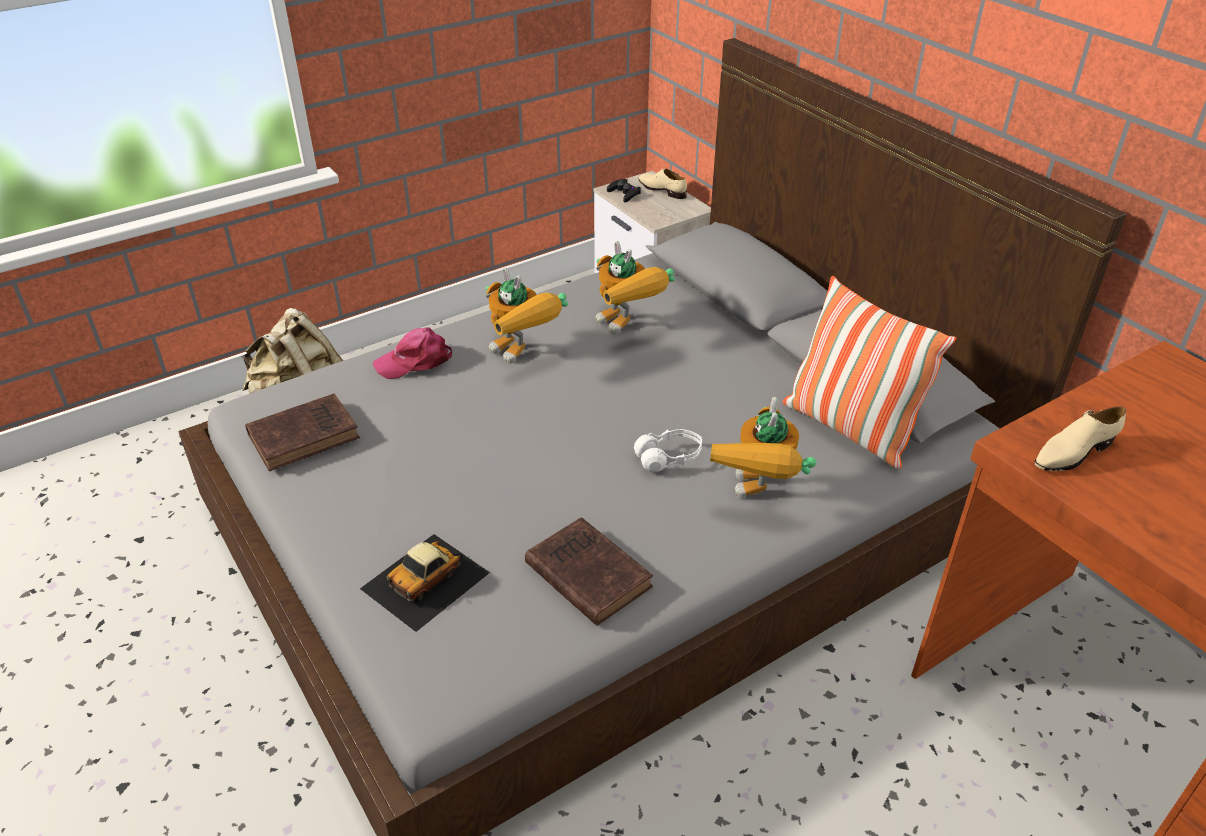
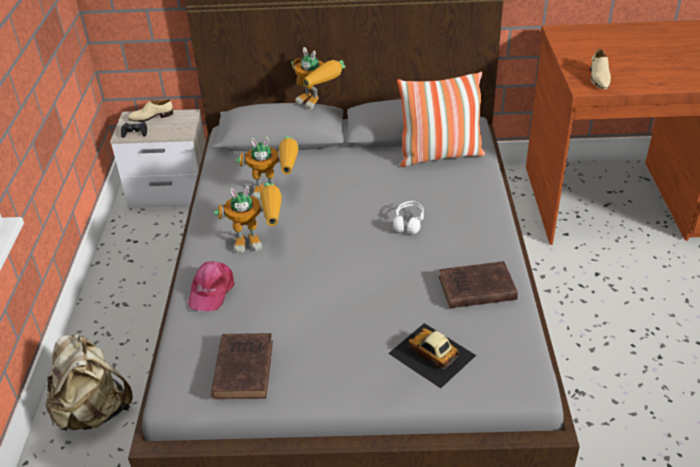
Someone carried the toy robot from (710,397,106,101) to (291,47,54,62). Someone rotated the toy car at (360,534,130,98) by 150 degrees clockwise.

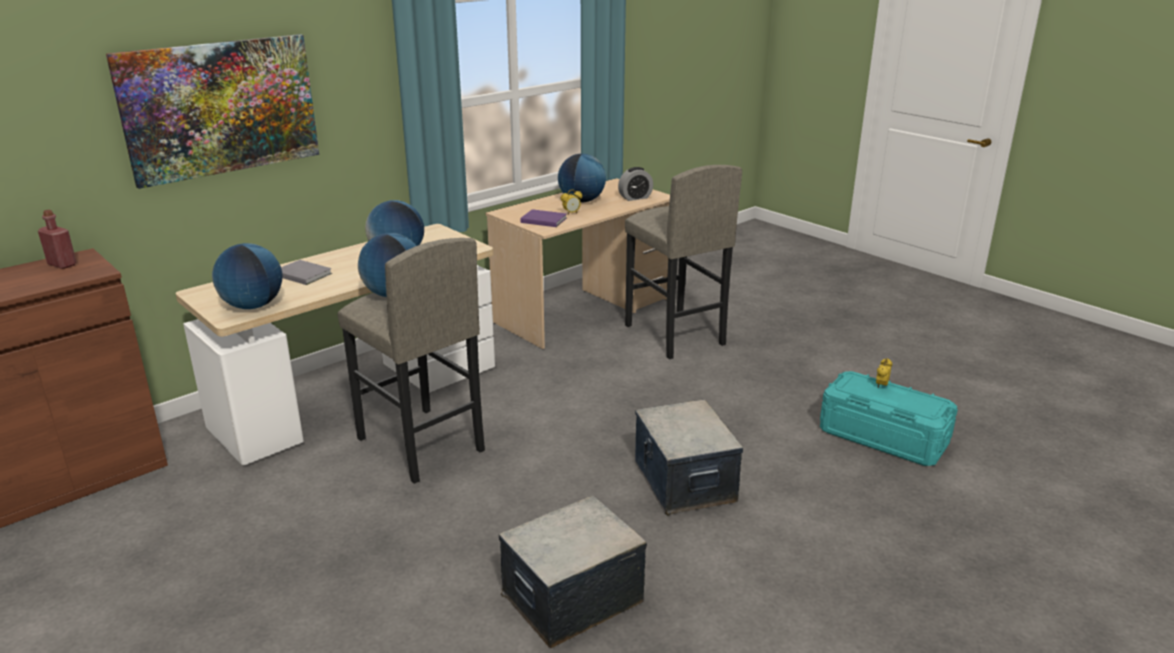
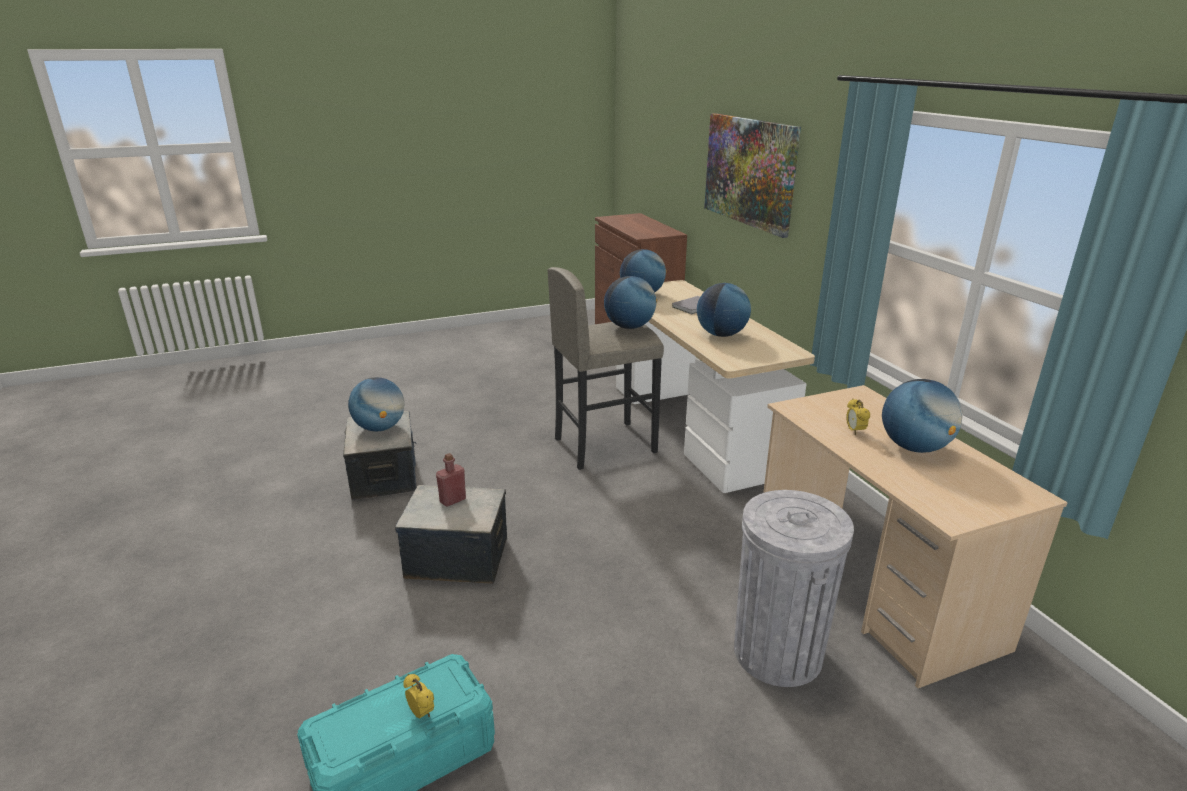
Someone swapped the grey stool at (625,165,117,194) for the grey trash can at (734,490,120,197). Someone took away the alarm clock at (618,167,35,34). Someone took away the purple book at (520,209,47,18). Someone carried the red bottle from (38,210,39,59) to (436,453,30,54). Someone put down the globe at (348,377,57,54).

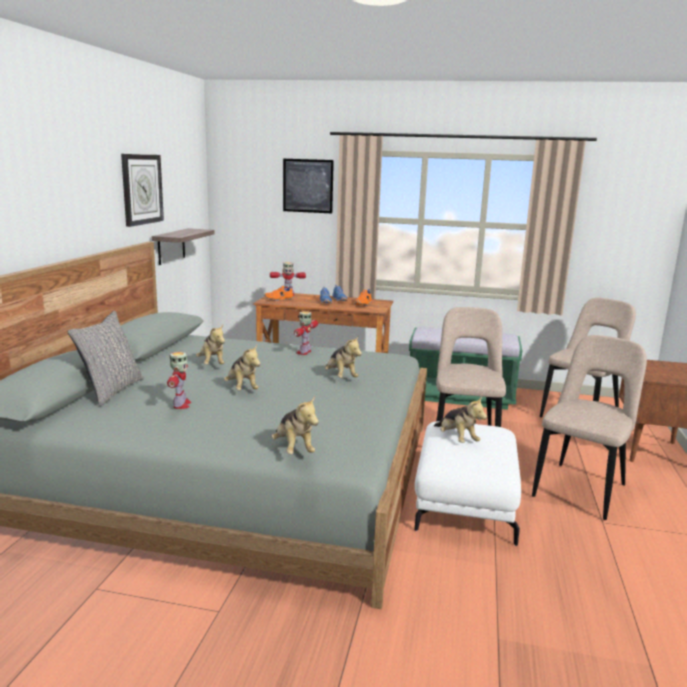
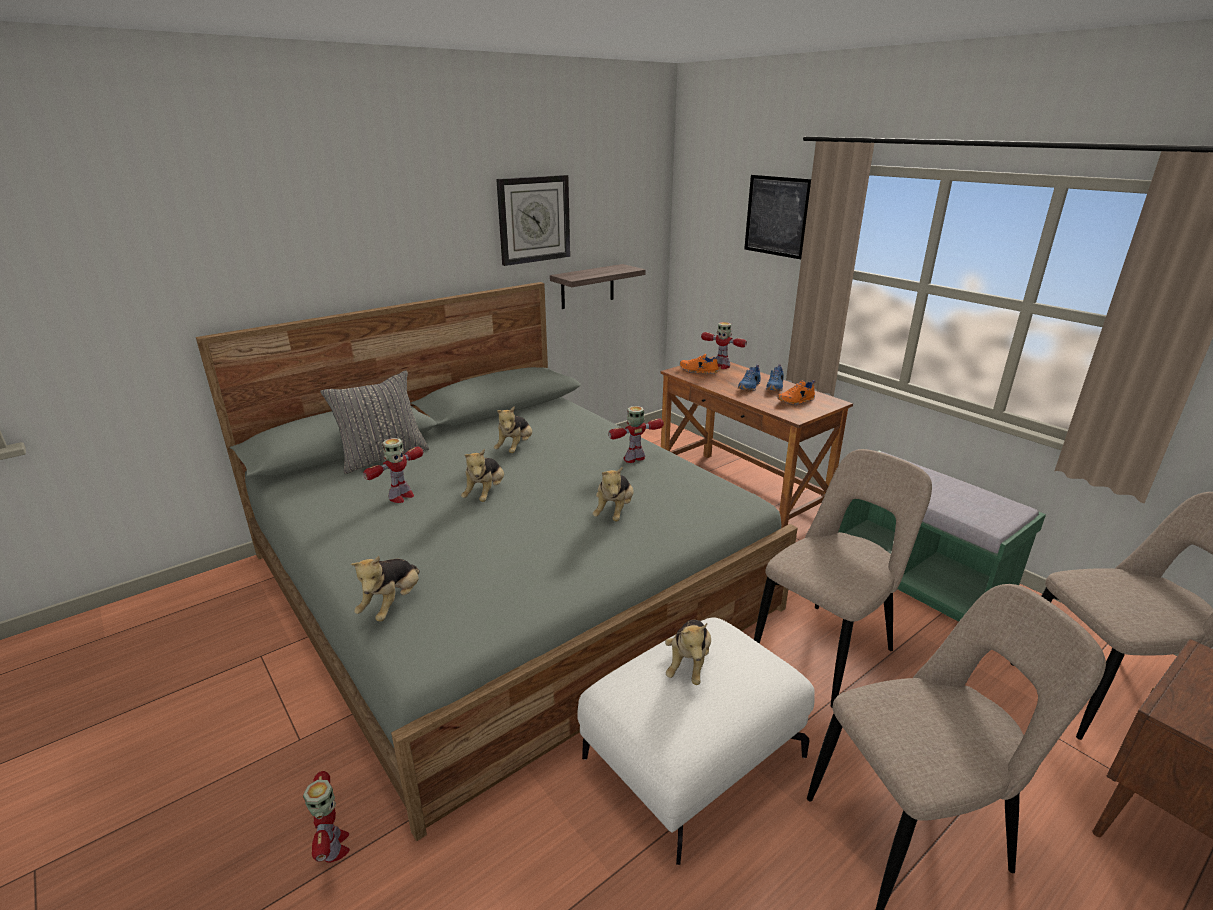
Someone put down the toy robot at (303,771,47,92).

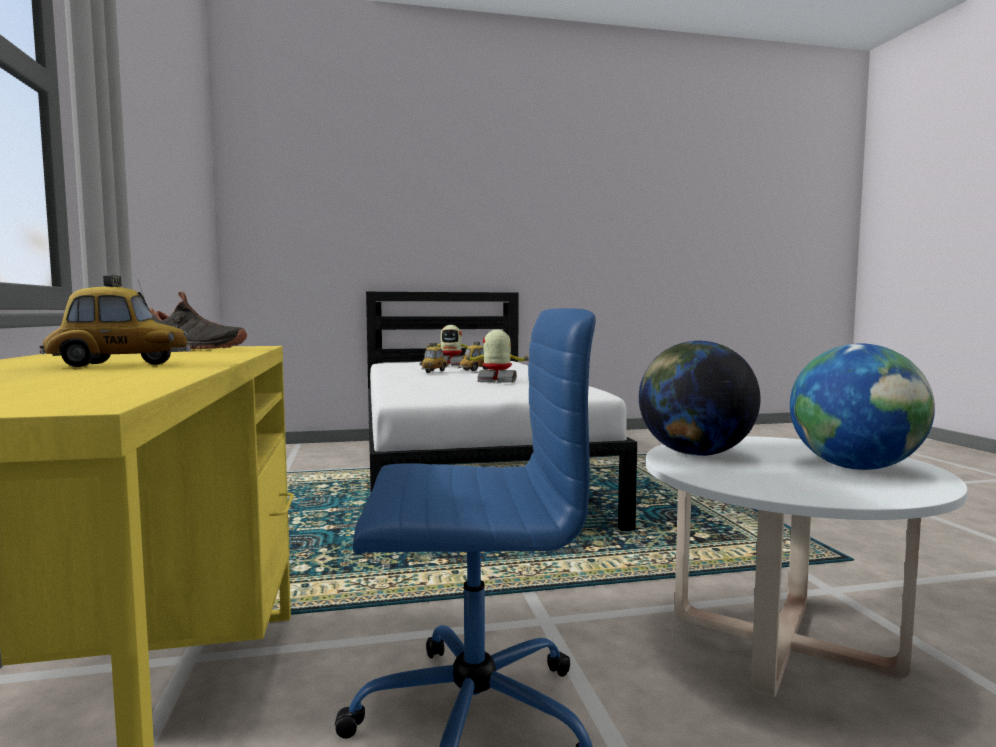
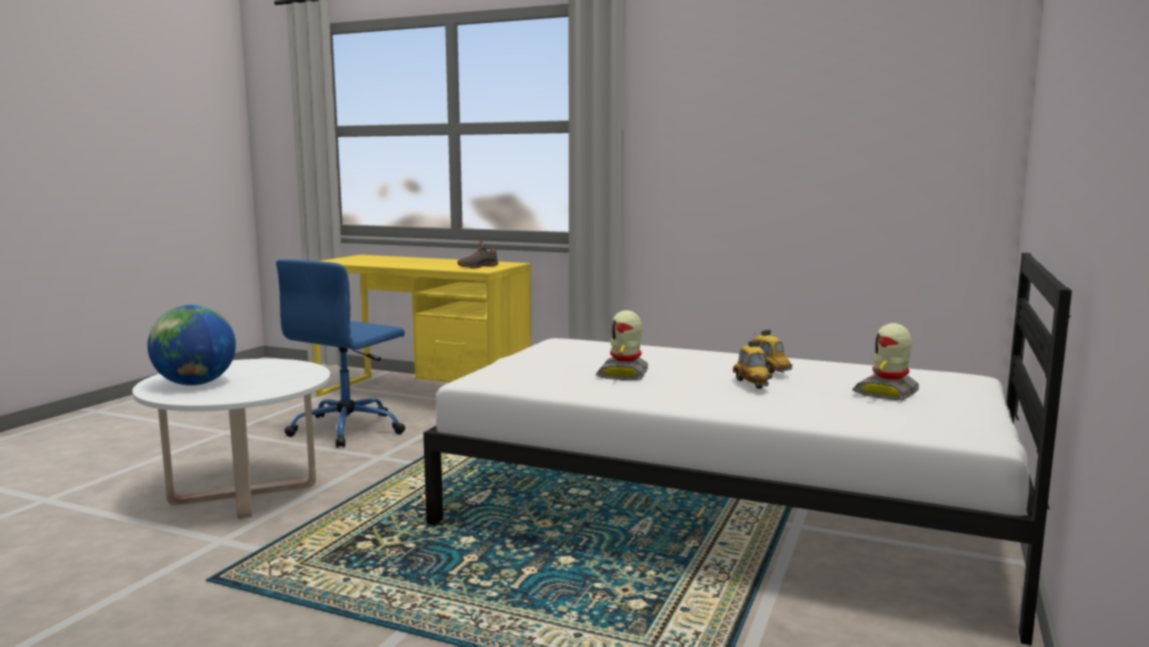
Someone took away the toy car at (39,275,152,92). Someone rotated the toy robot at (463,330,66,53) by 150 degrees clockwise. Someone took away the globe at (639,341,121,115).

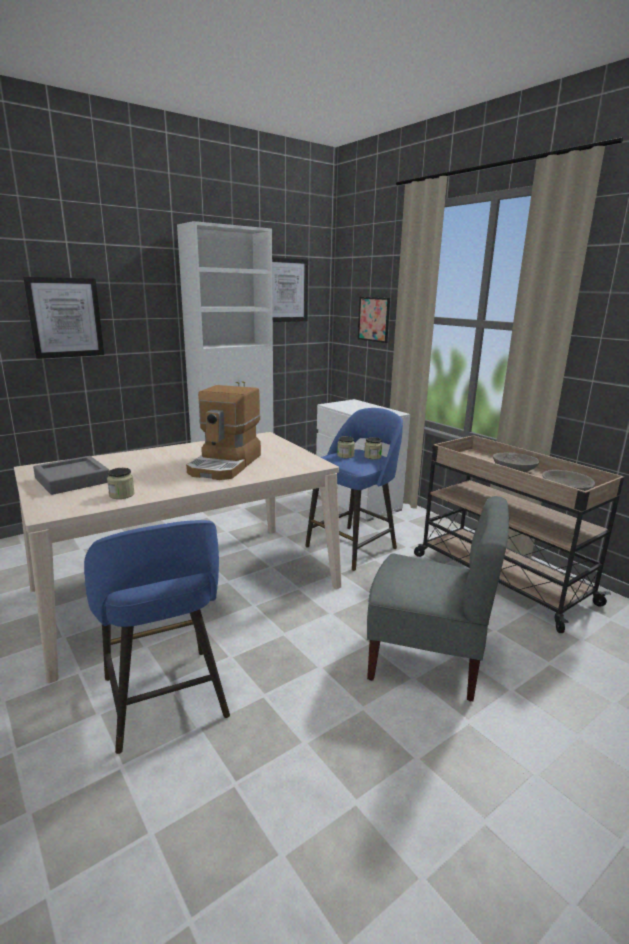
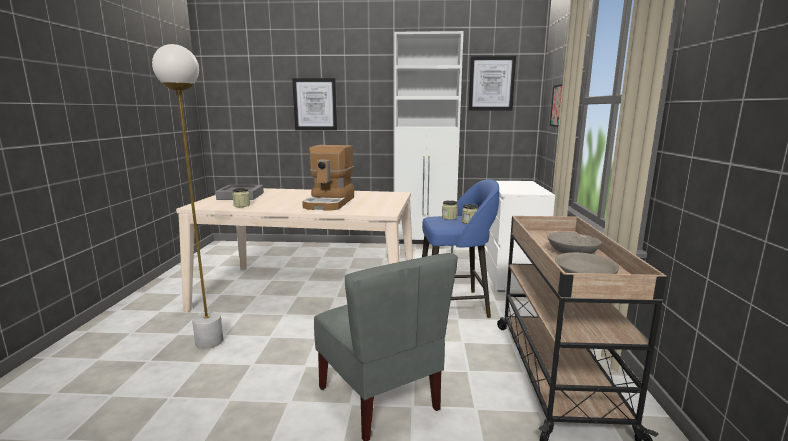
Someone rotated the coffee machine at (186,385,75,95) by 45 degrees counterclockwise. Someone swapped the blue stool at (84,520,146,234) for the white floor lamp at (152,44,71,305).

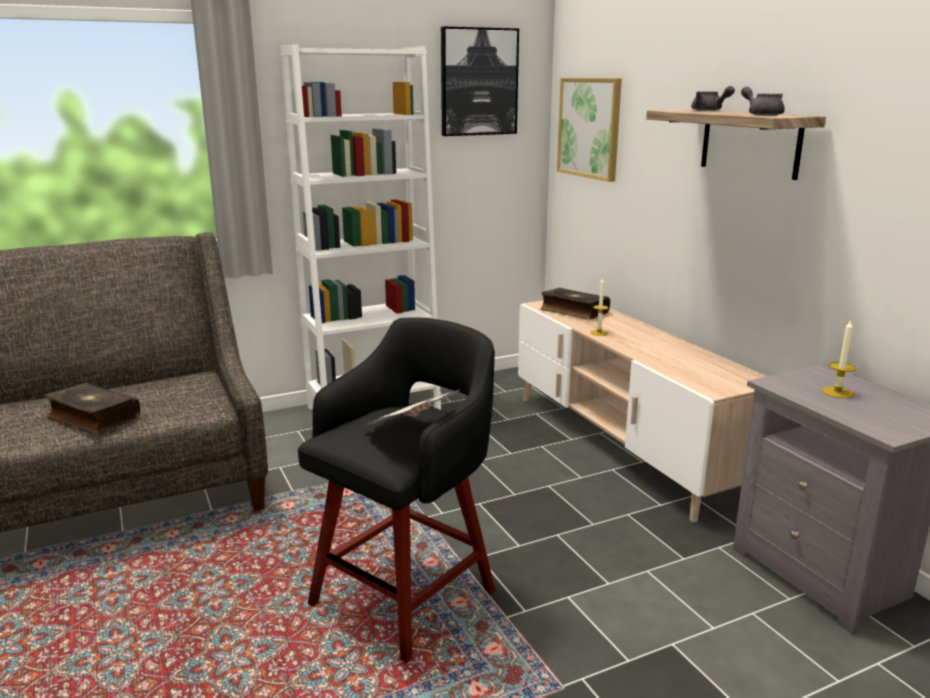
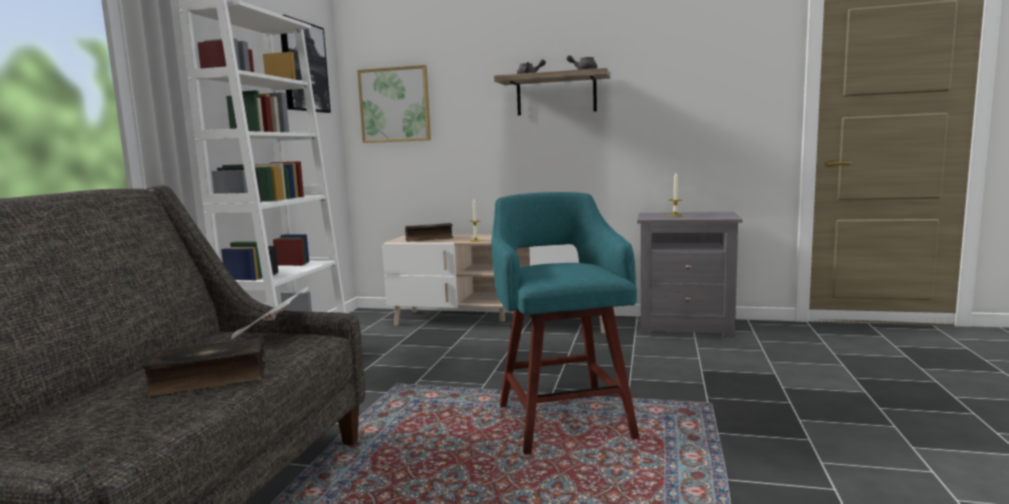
Someone repainted the black stool at (298,317,197,346), which became the turquoise stool at (491,192,149,263). Someone carried the newspaper from (365,390,95,36) to (229,286,80,55).

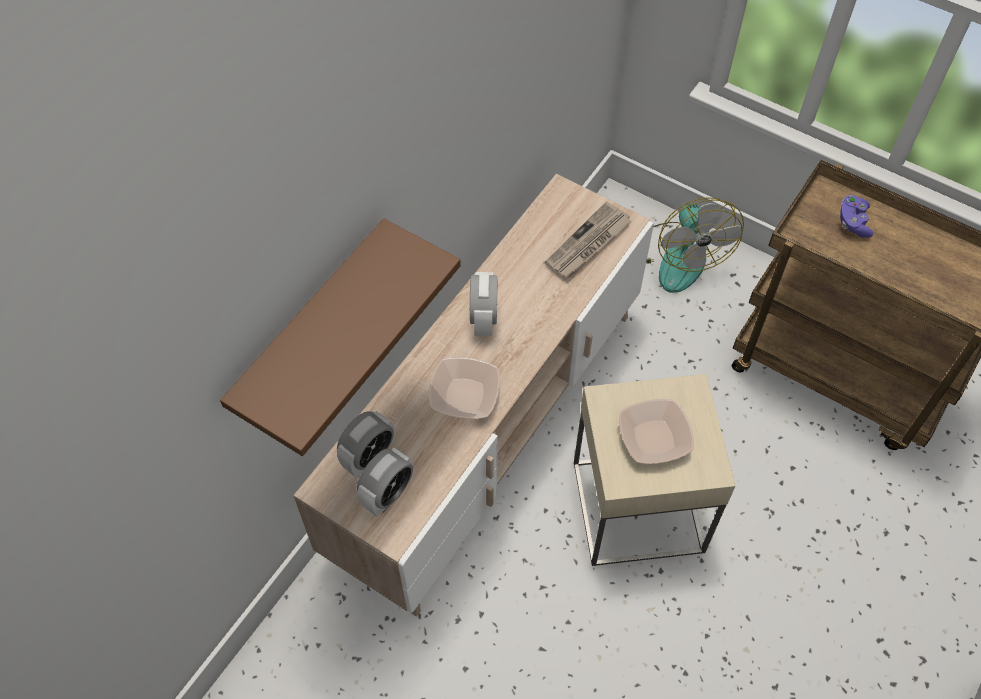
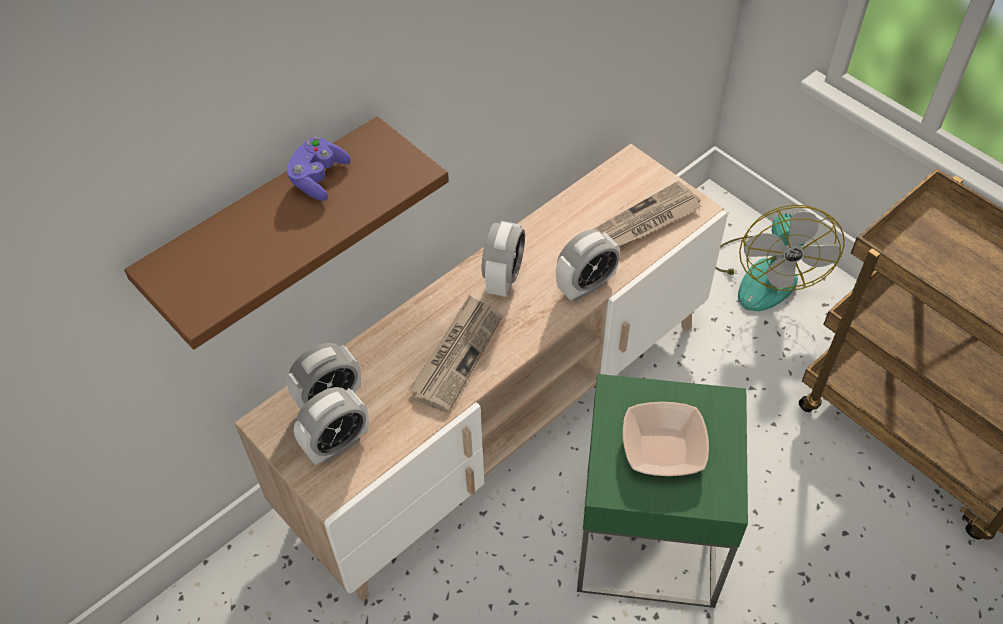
Someone carried the purple game controller from (840,195,33,43) to (287,137,64,64). Someone swapped the bowl at (429,357,71,62) for the newspaper at (409,295,94,118). Someone repainted the beige side table at (574,374,161,192), which became the green side table at (577,374,171,234). Someone put down the alarm clock at (556,229,64,71).

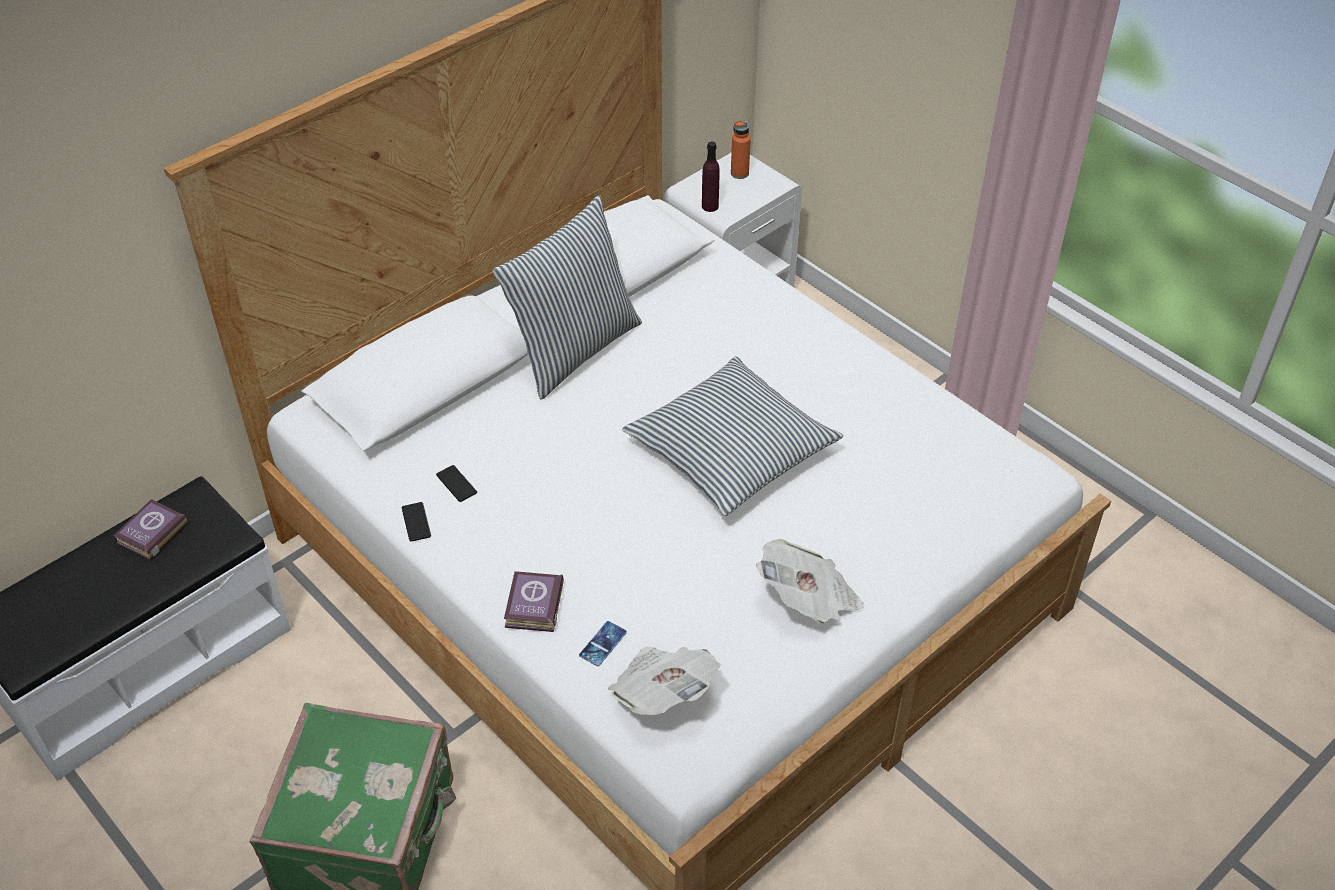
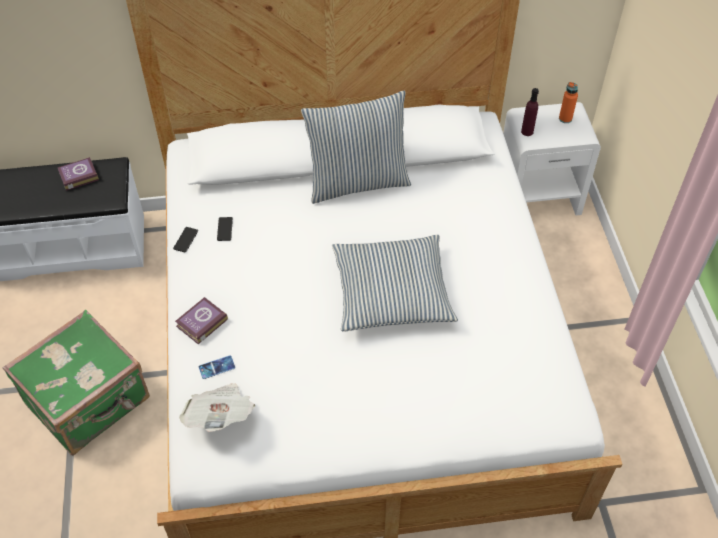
Someone took away the newspaper at (756,539,108,84).

